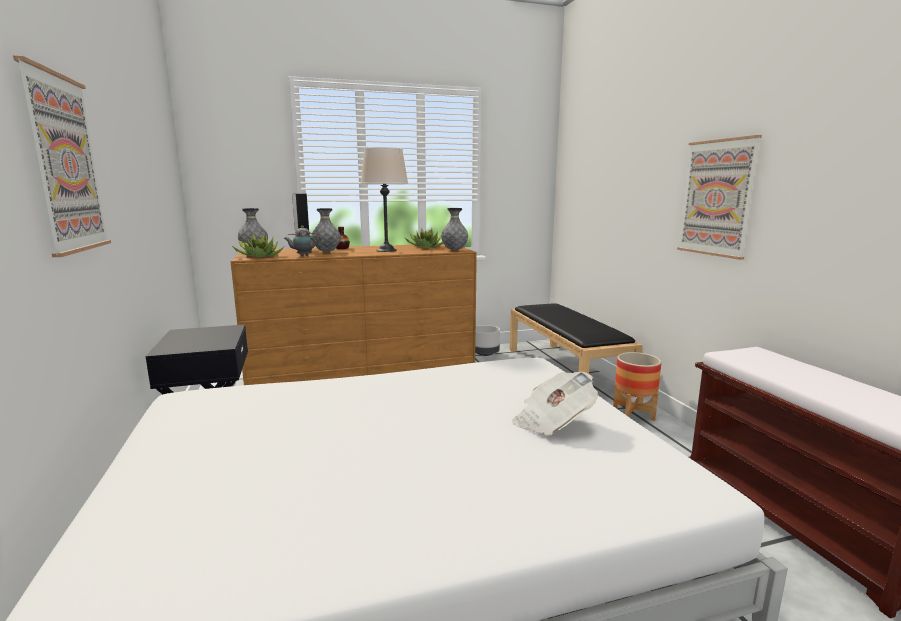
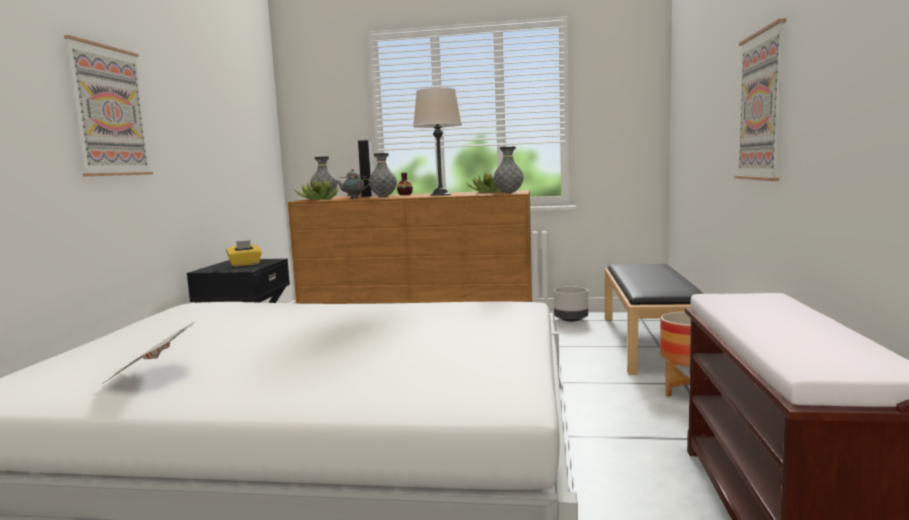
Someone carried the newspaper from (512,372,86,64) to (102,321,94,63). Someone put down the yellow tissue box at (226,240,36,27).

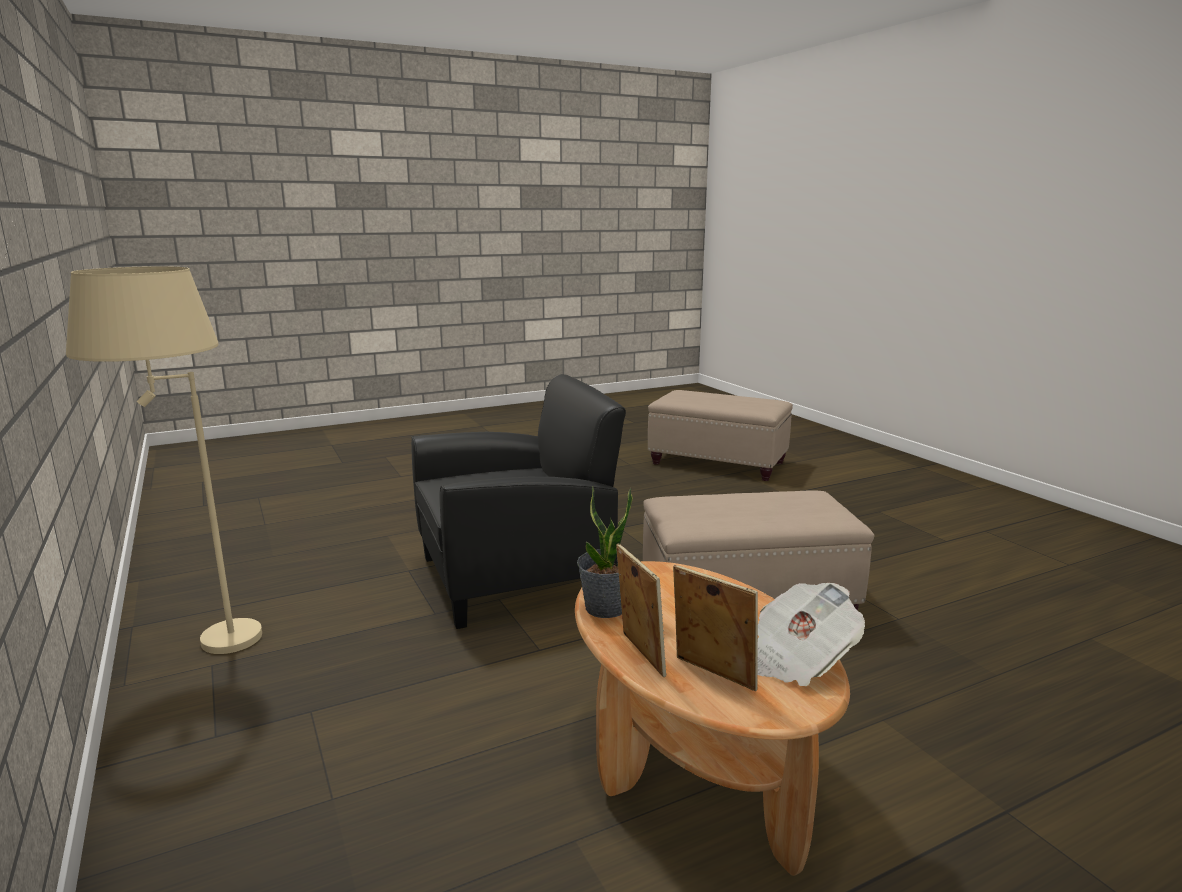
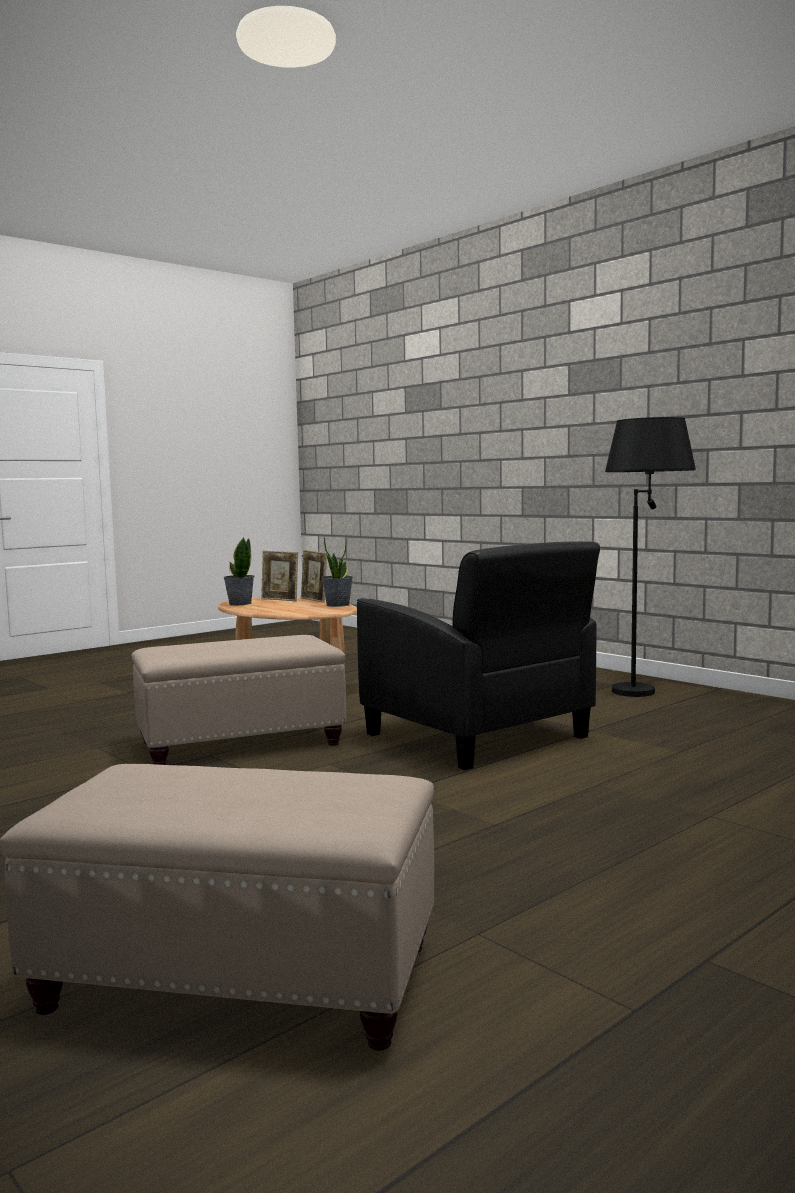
Someone repainted the beige floor lamp at (66,266,196,388), which became the black floor lamp at (605,417,91,280). Someone rotated the black armchair at (411,374,215,255) by 90 degrees counterclockwise. Someone swapped the newspaper at (757,583,108,103) for the potted plant at (223,537,32,68).

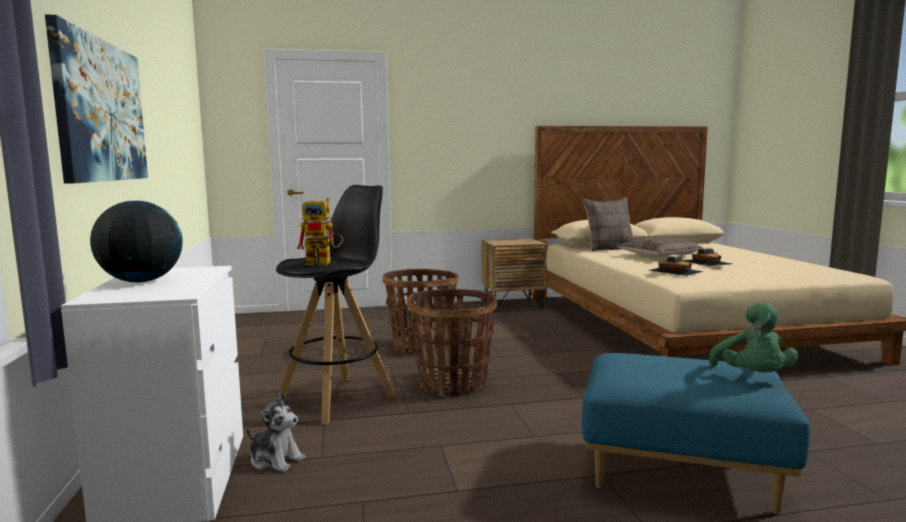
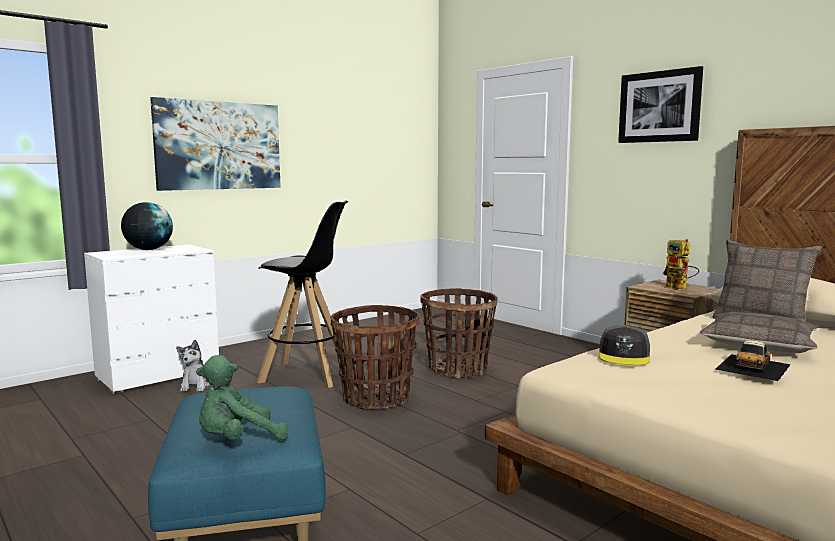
Someone carried the toy robot from (297,198,46,67) to (662,239,37,51). Someone swapped the toy car at (649,255,54,21) for the grey cap at (598,326,52,39). Someone put up the picture at (618,66,85,77).

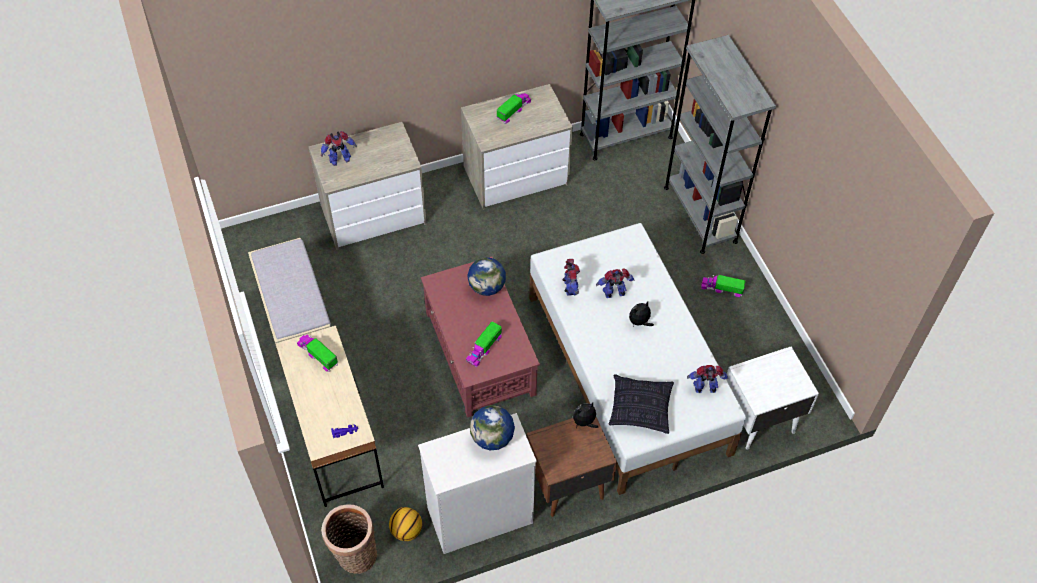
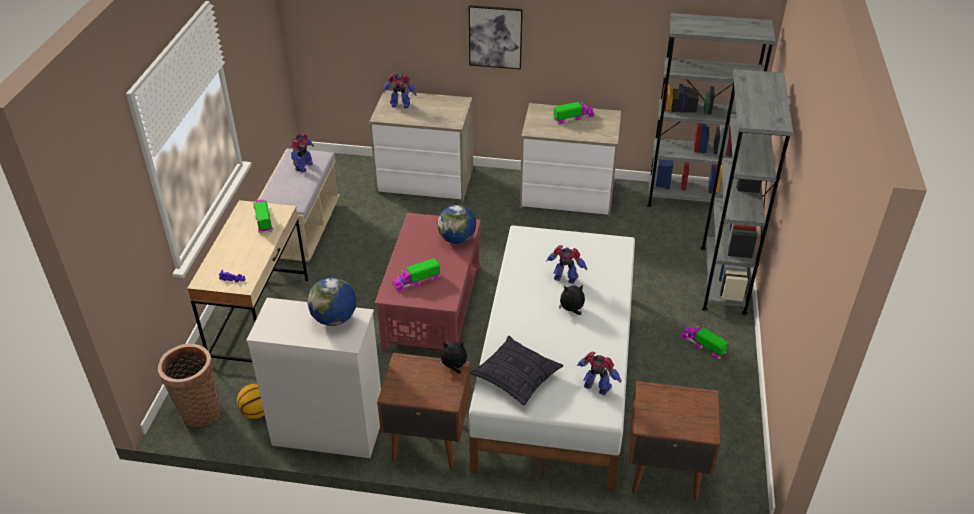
Someone carried the toy robot from (562,259,18,37) to (291,133,23,39). Someone repainted the white nightstand at (726,347,93,103), which became the brown nightstand at (629,381,91,120). Someone put up the picture at (469,5,54,65).

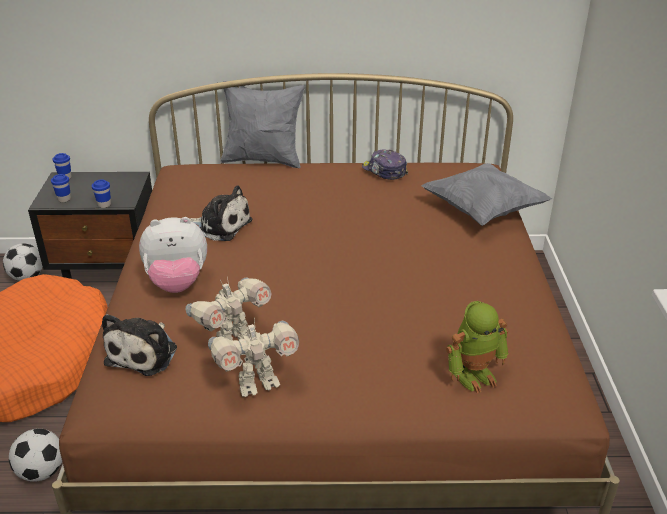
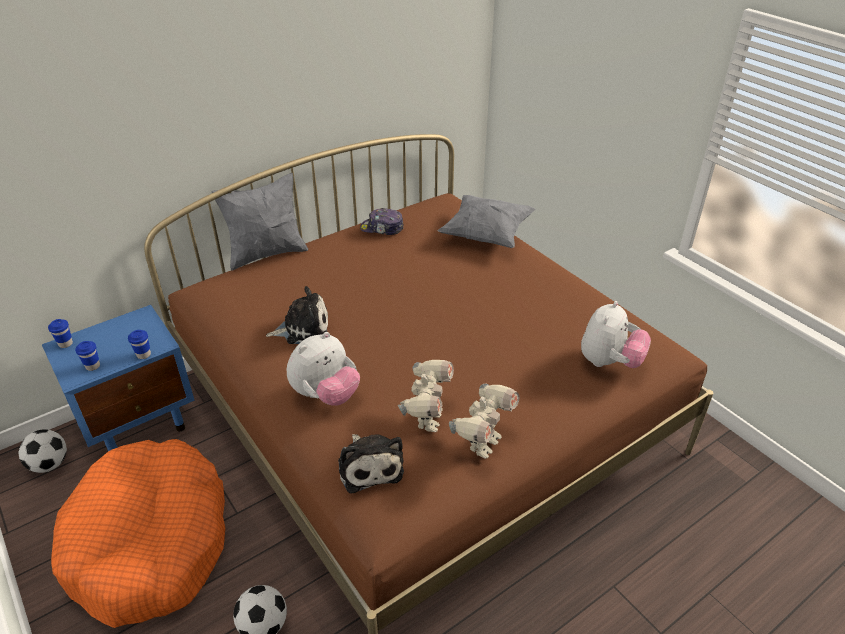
Someone repainted the black nightstand at (28,172,124,107), which became the blue nightstand at (42,305,153,146). Someone swapped the toy robot at (446,301,63,92) for the plush toy at (581,301,70,67).

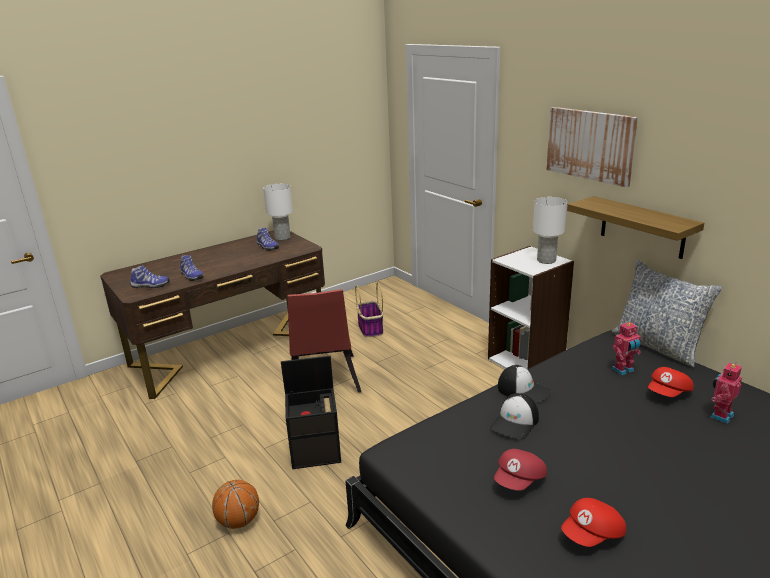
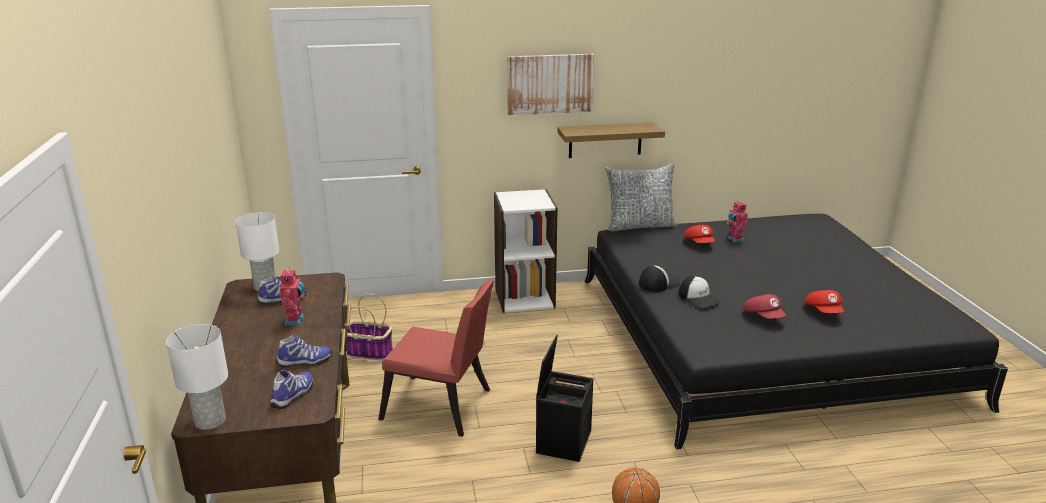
Someone carried the white table lamp from (533,197,34,67) to (166,324,62,106). Someone carried the toy robot from (612,322,29,53) to (280,267,25,58).

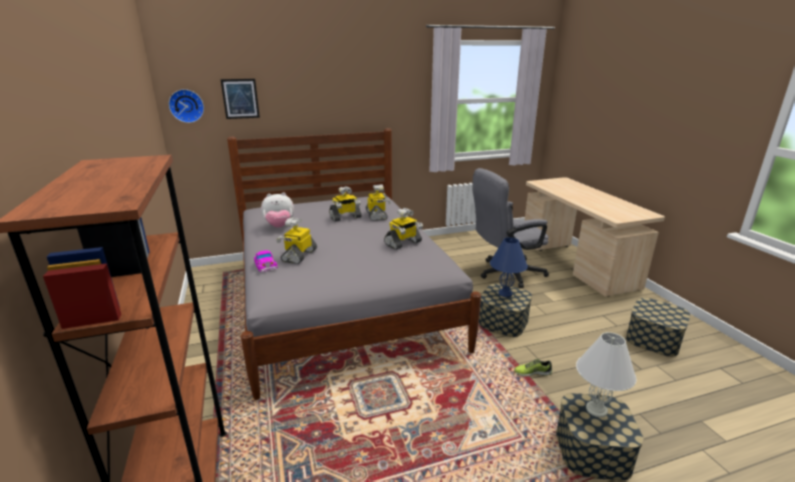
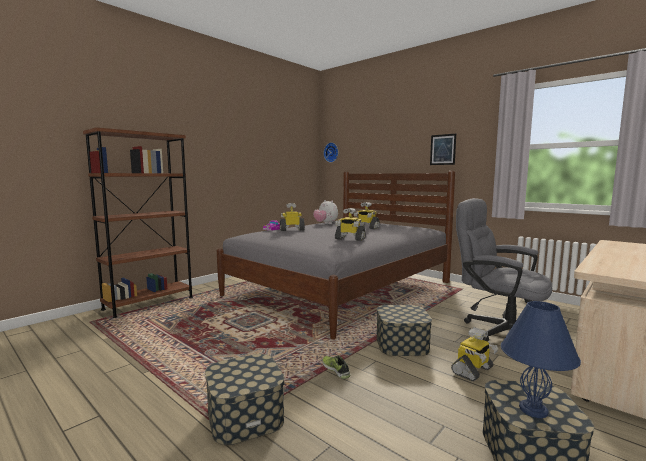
Someone carried the picture from (220,79,40,40) to (430,134,26,31). Someone carried the toy robot from (366,184,25,37) to (451,327,48,54). Someone carried the blue table lamp from (490,237,38,60) to (501,301,80,117). Someone took away the white table lamp at (576,332,60,86).

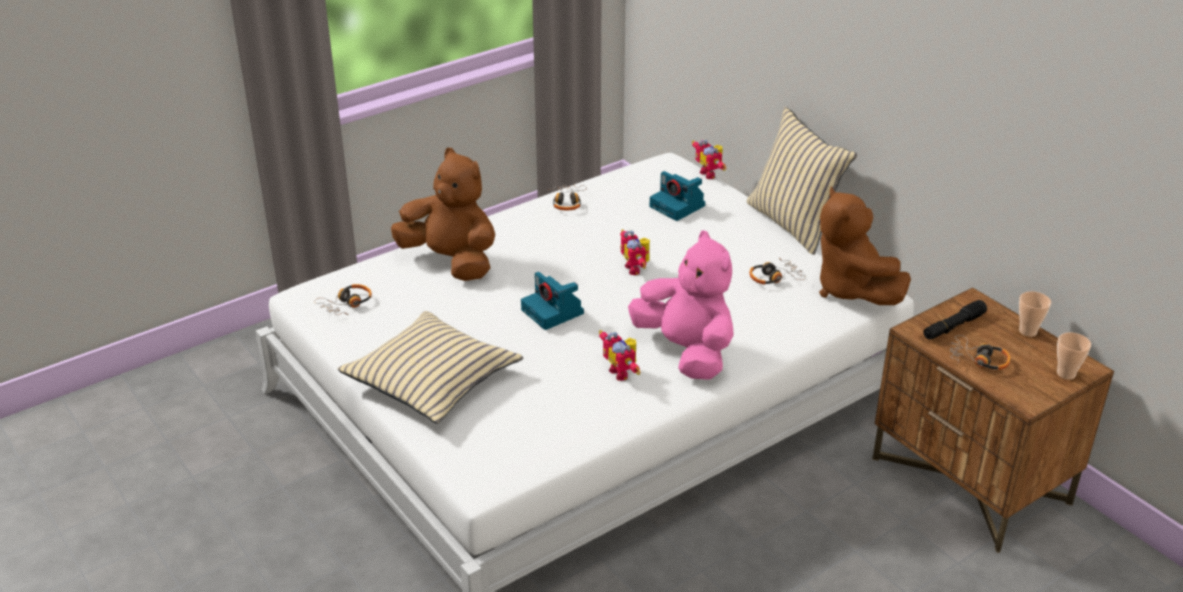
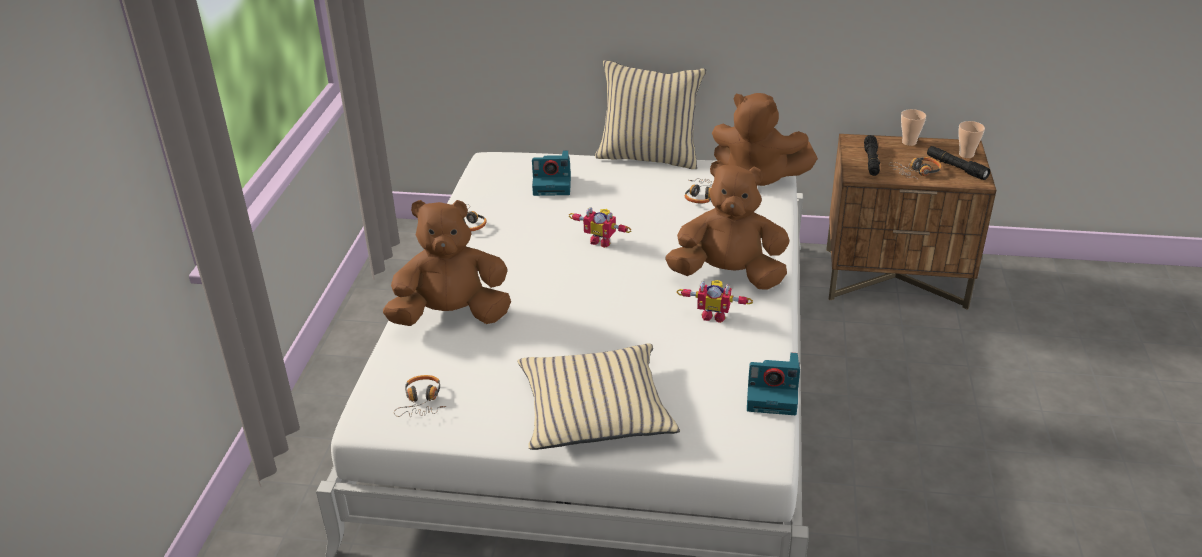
Someone took away the toy robot at (692,139,34,40). Someone repainted the pink plush toy at (628,230,106,150), which became the brown plush toy at (665,161,125,129). Someone carried the photo camera from (521,272,63,58) to (747,353,53,62). Someone put down the black flashlight at (927,146,63,34).

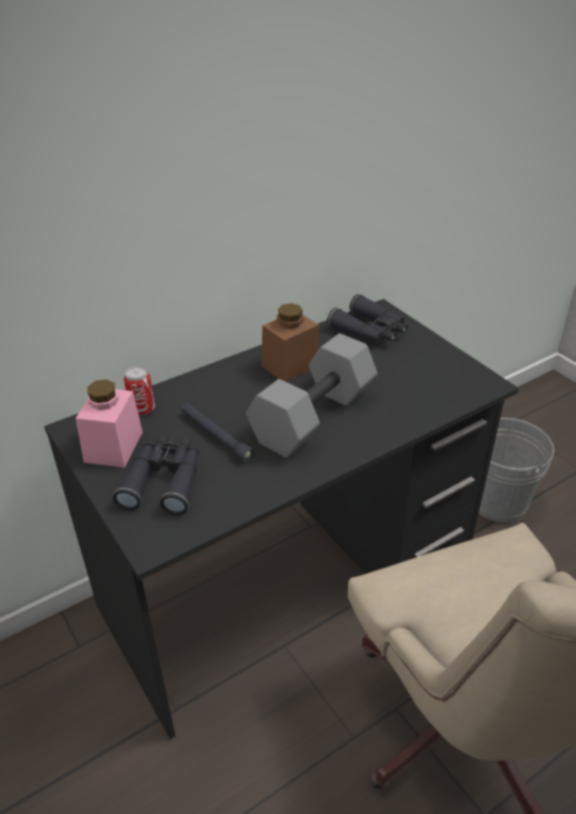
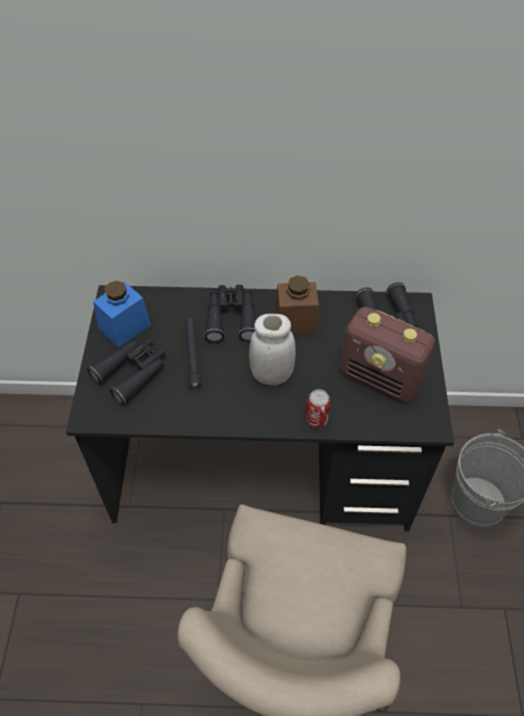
Someone swapped the grey dumbbell at (246,333,131,124) for the white jar at (249,314,47,71). Someone carried the can from (124,366,31,50) to (306,389,25,39). Someone repainted the pink jar at (76,379,67,89), which became the blue jar at (93,281,58,66). Someone put down the black binoculars at (204,285,52,58). Someone put down the radio at (340,307,95,95).

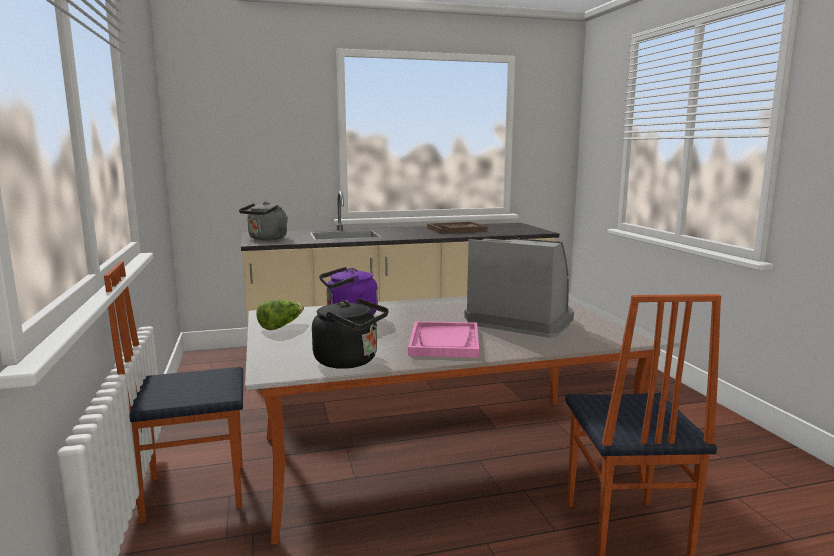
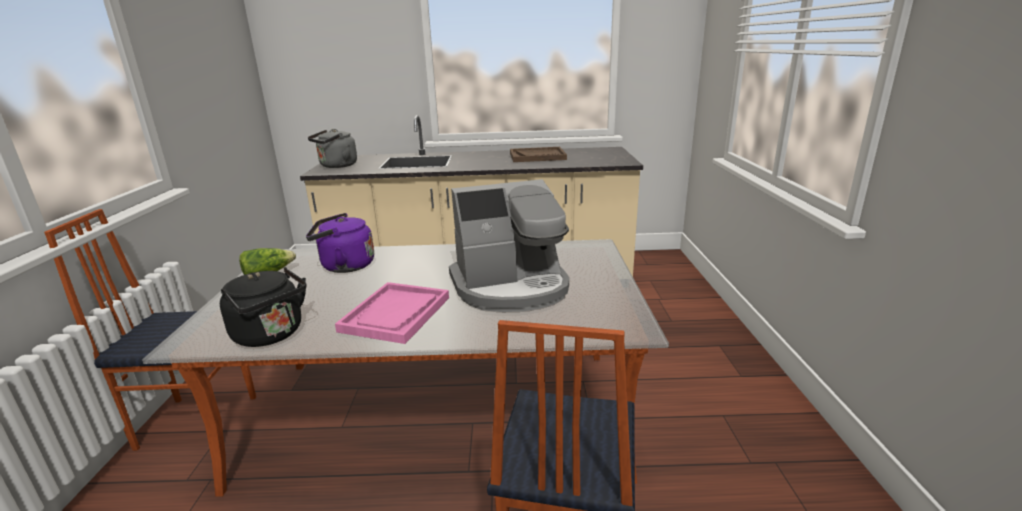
Someone rotated the coffee machine at (464,238,110,100) by 120 degrees clockwise.

